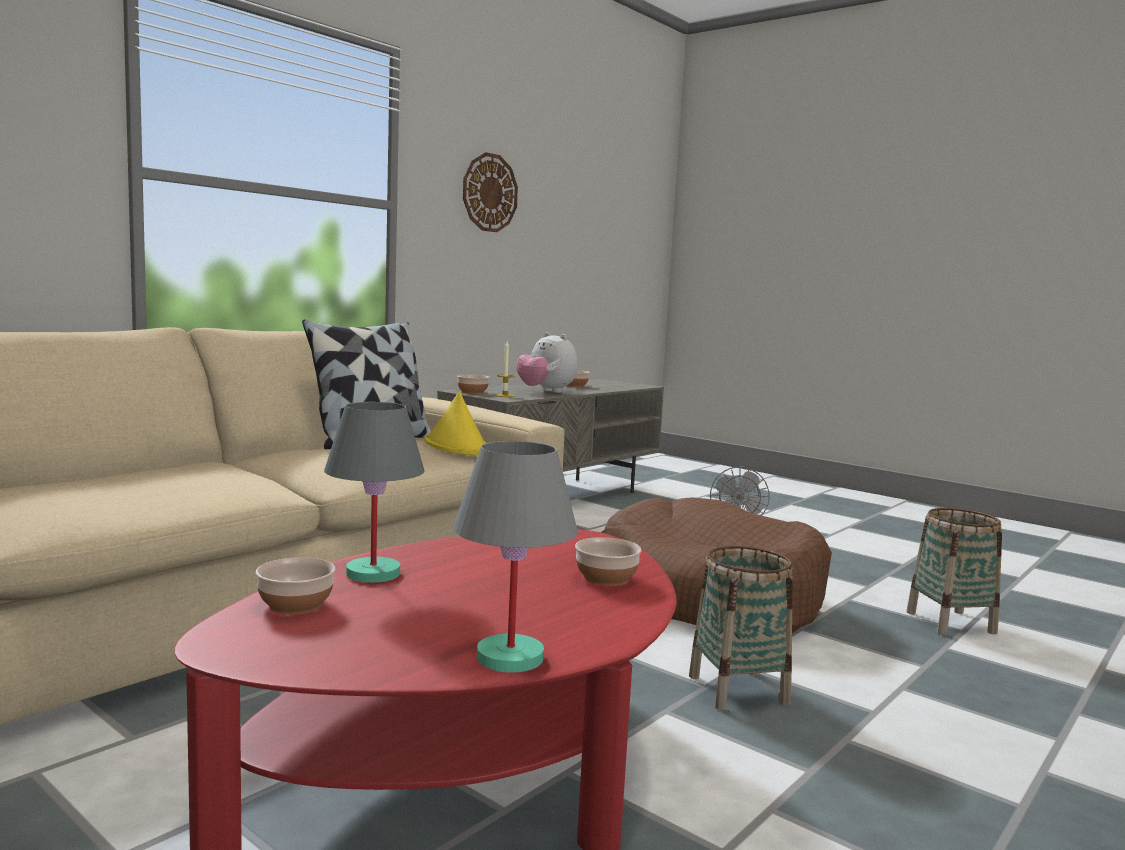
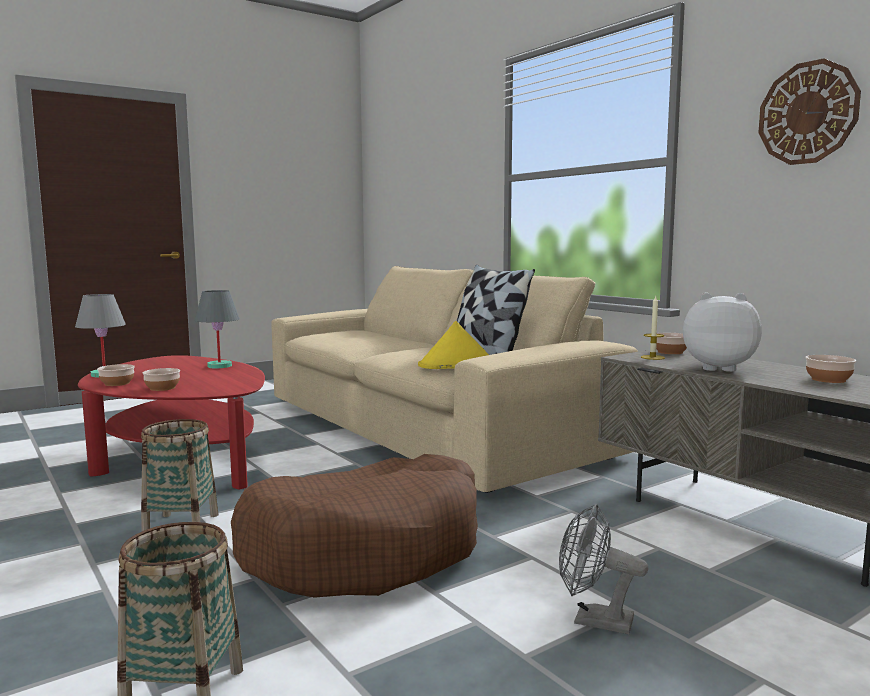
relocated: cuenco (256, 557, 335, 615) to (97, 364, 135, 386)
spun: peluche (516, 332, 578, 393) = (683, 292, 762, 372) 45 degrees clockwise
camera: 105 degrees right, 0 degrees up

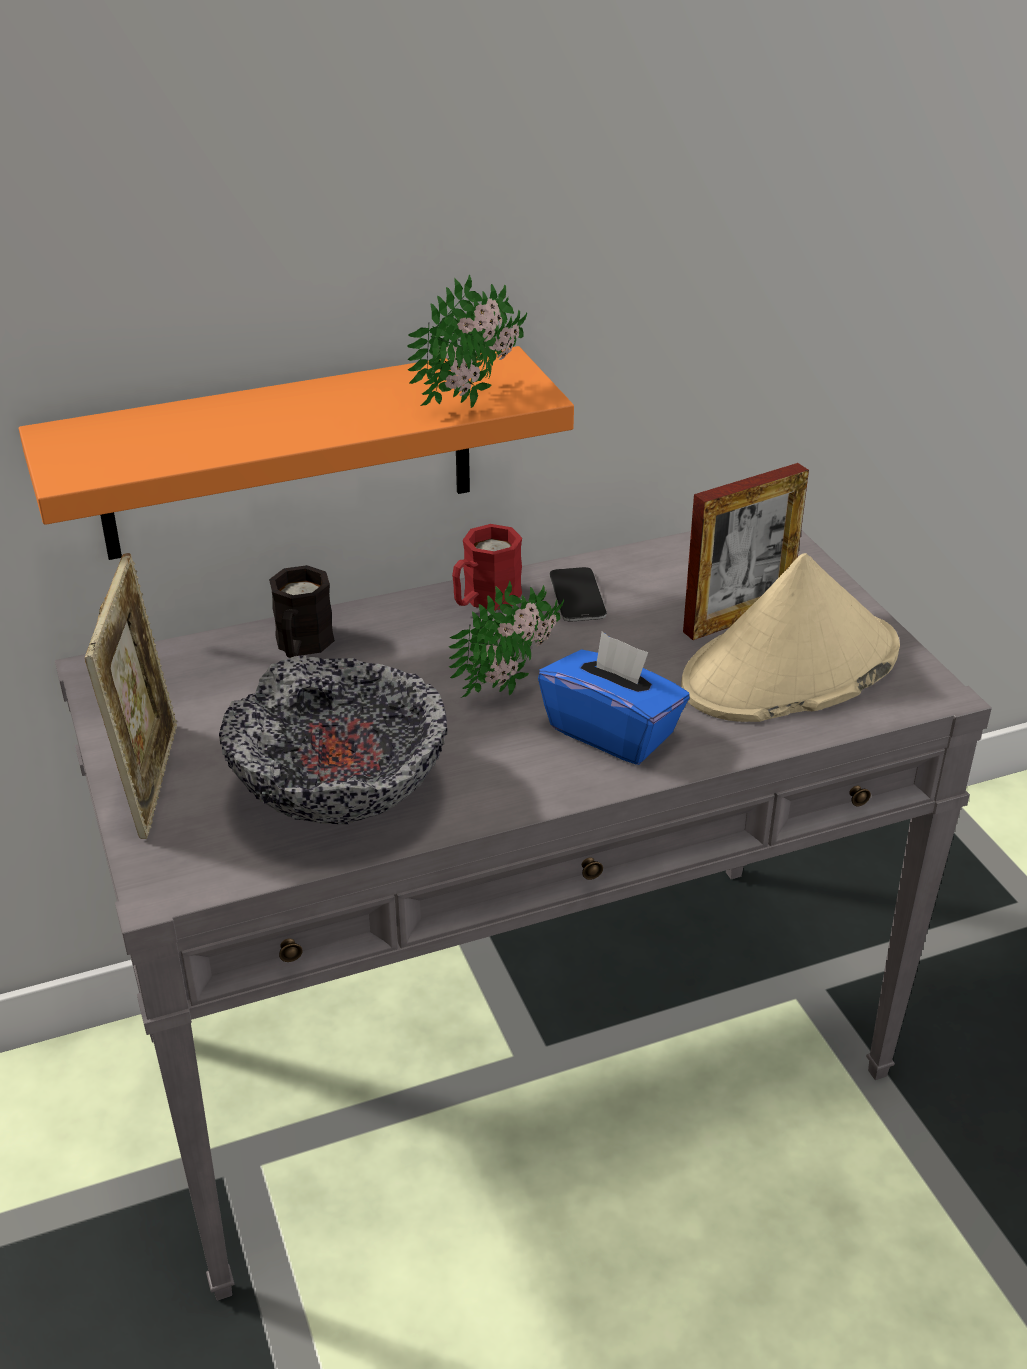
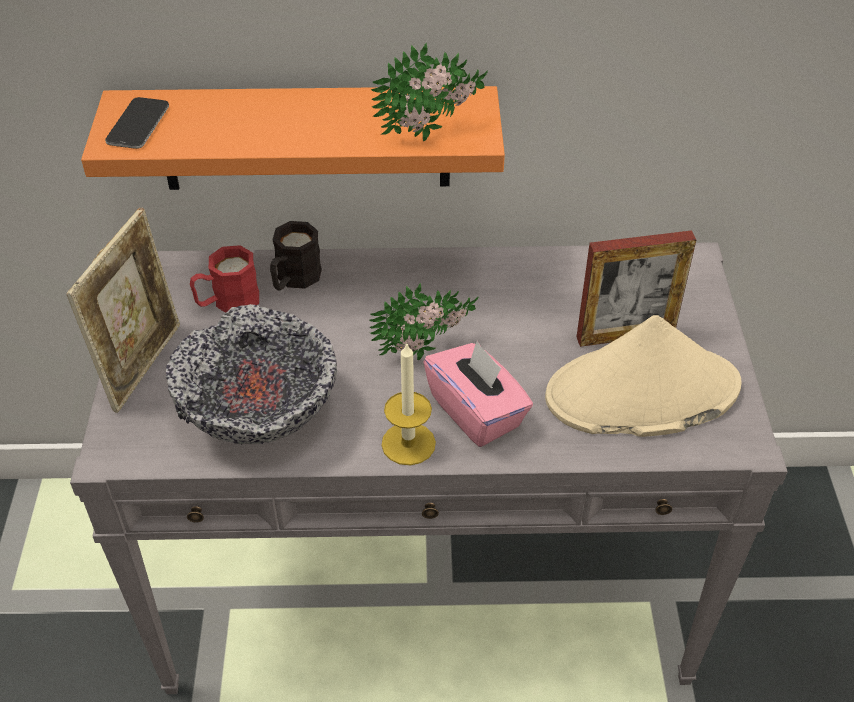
appeared: vela (381, 342, 436, 465)
relocated: taza grande (rojo) (452, 524, 522, 611) to (190, 245, 259, 313); móvil (549, 567, 607, 622) to (105, 97, 169, 149)
colour: caja de pañuelos (azul) (538, 632, 690, 765) to caja de pañuelos (rosa) (424, 341, 533, 447)
camera: 20 degrees right, 10 degrees up

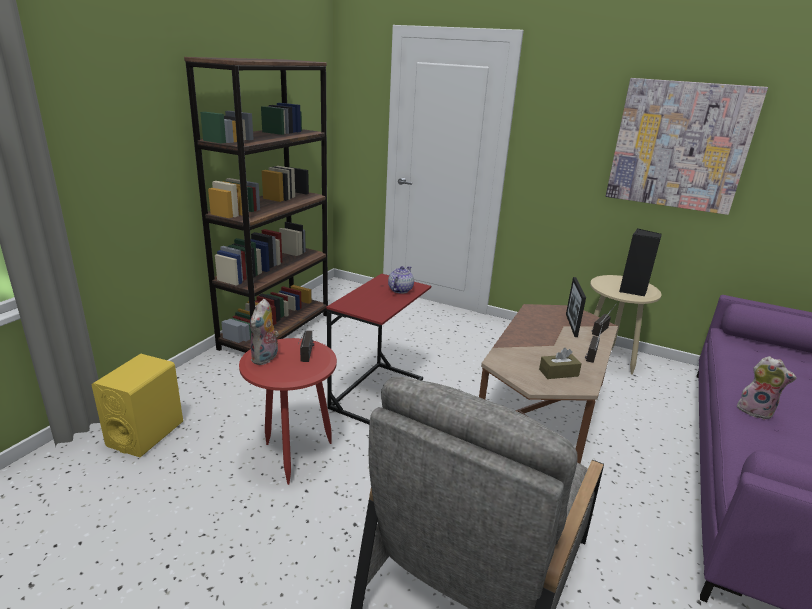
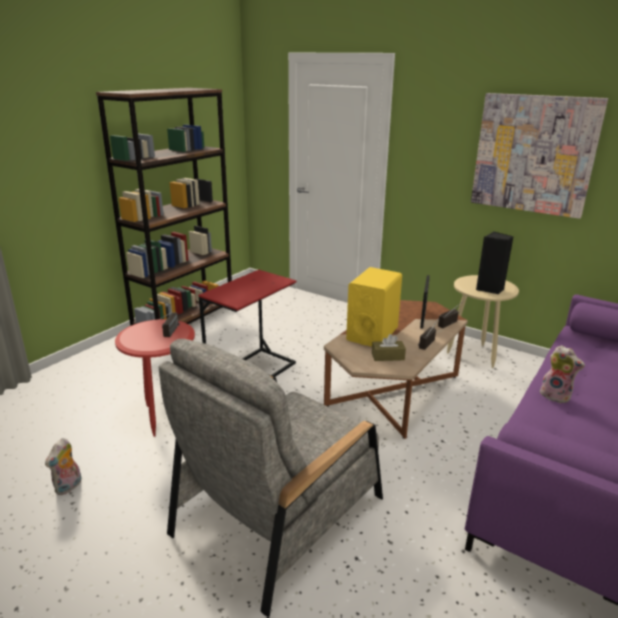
missing: tetera (388, 266, 414, 294)
relocated: altavoz (amarillo) (92, 354, 183, 457) to (346, 267, 402, 347); peluche (250, 299, 279, 365) to (45, 438, 82, 495)
camera: 10 degrees right, 0 degrees up

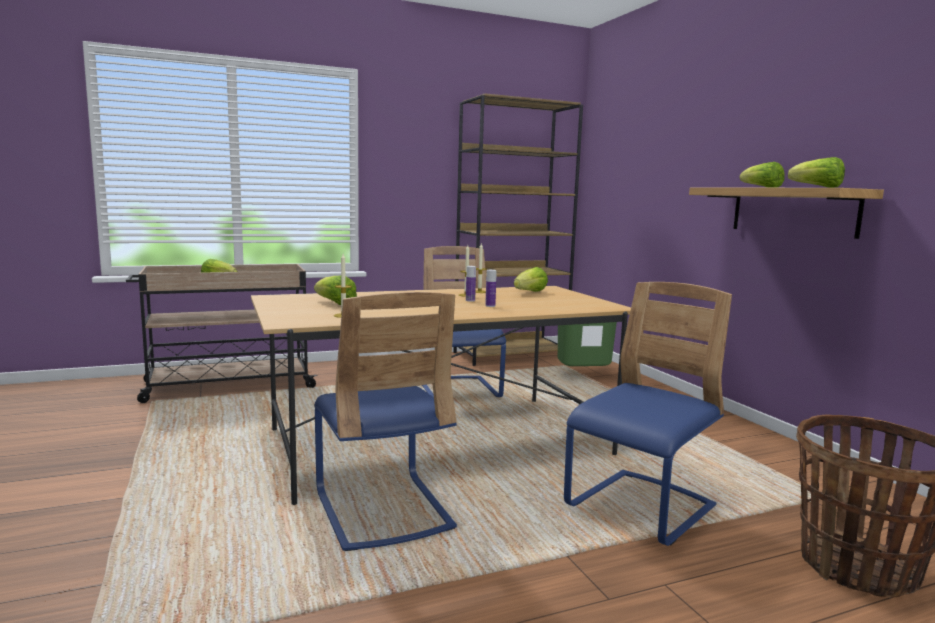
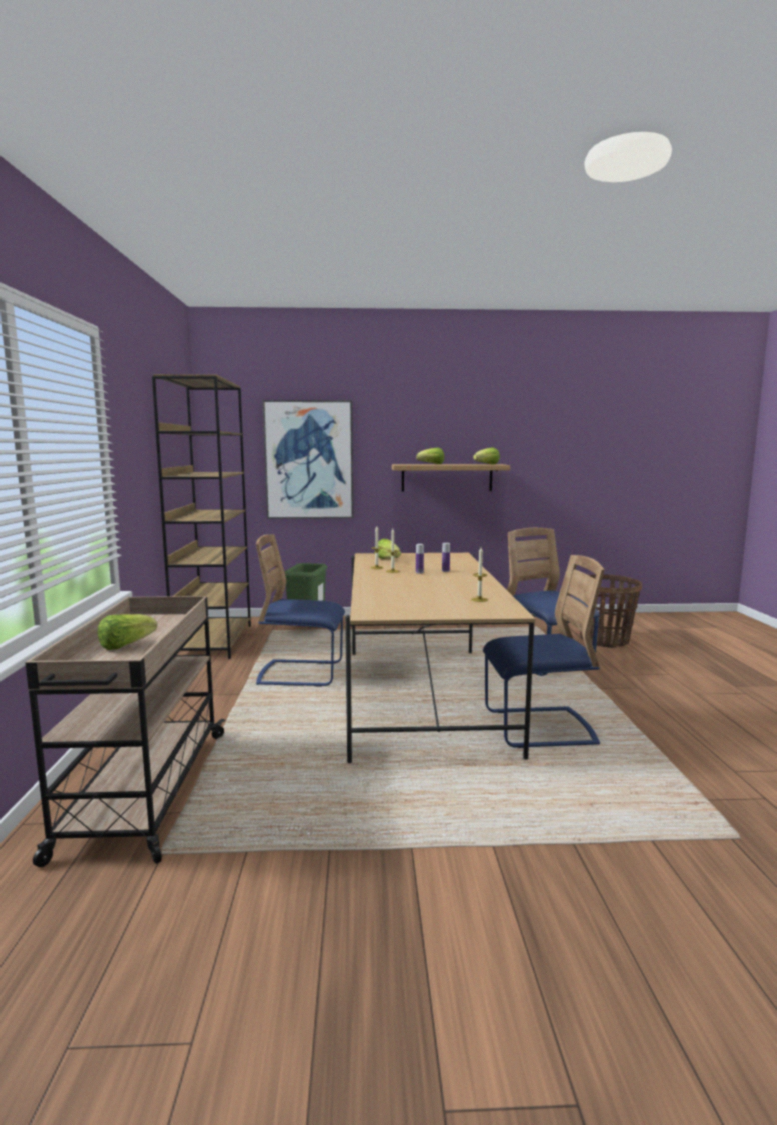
missing: lechuga (314, 275, 357, 305)
appeared: cuadro (263, 400, 353, 519)
camera: 70 degrees left, 0 degrees up

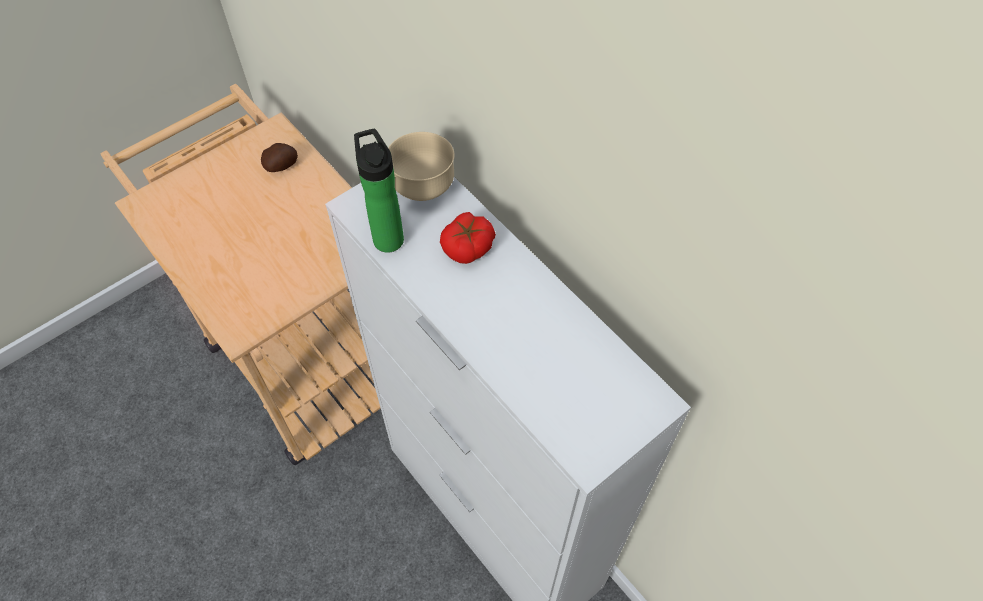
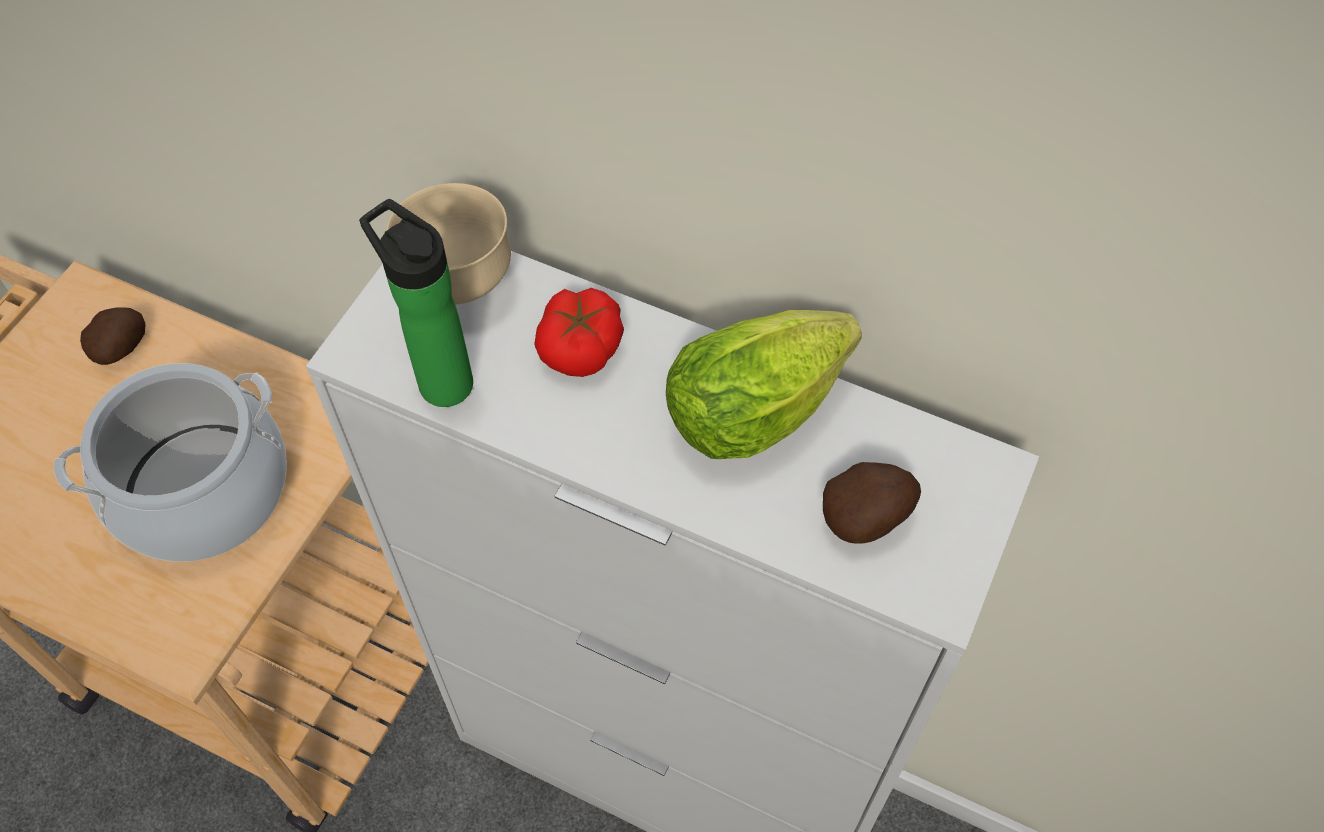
appeared: olla (53, 363, 287, 562); lechuga (666, 310, 862, 459); patata (823, 462, 921, 544)
camera: 25 degrees left, 0 degrees up

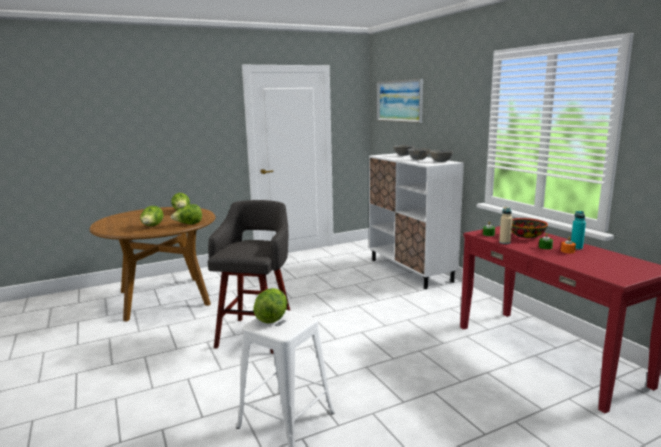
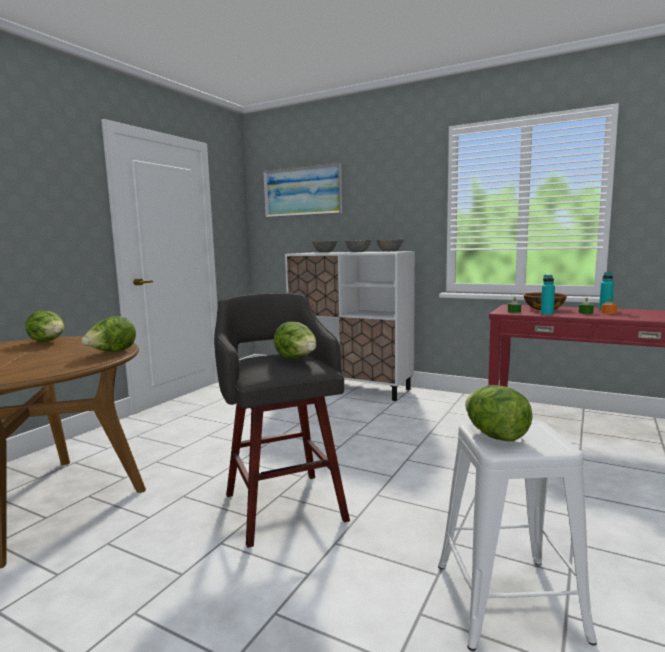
relocated: lechuga (140, 206, 163, 226) to (274, 322, 316, 359)
colour: botella (beis) (499, 206, 512, 244) to botella (turquesa) (541, 275, 555, 315)
camera: 35 degrees left, 5 degrees down

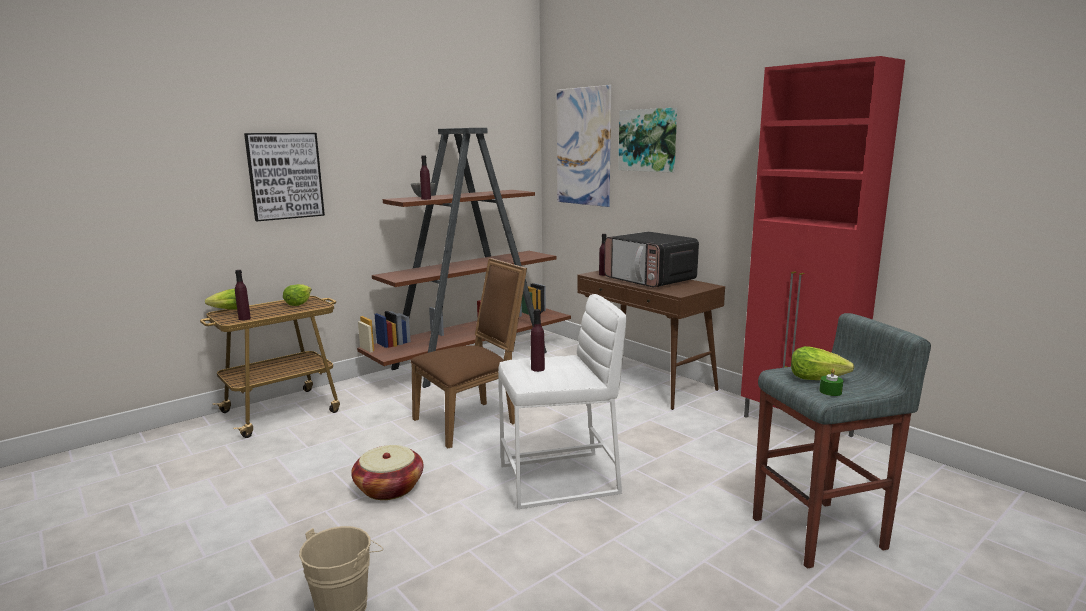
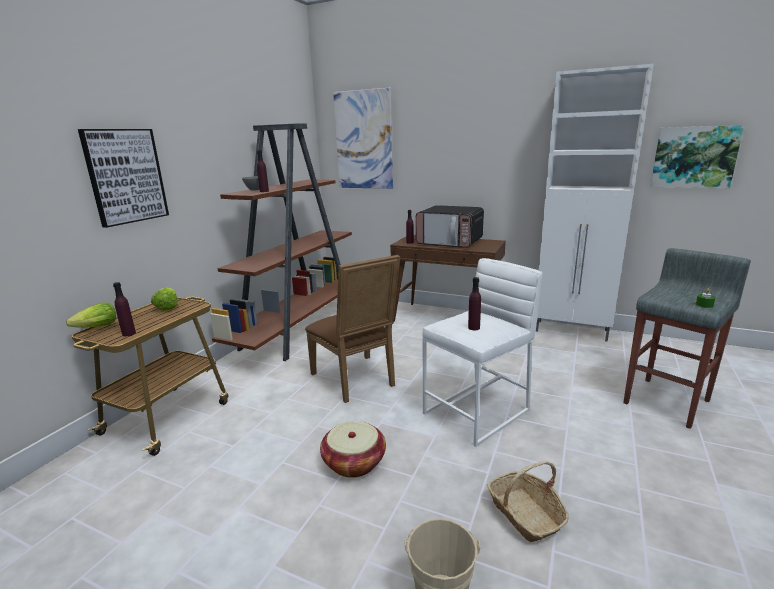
missing: lechuga (791, 346, 854, 380)
appeared: cesta (487, 461, 568, 542)
relocated: cuadro (618, 108, 677, 173) to (650, 125, 744, 188)
colour: armario (rojo) (741, 56, 905, 437) to armario (blanco) (536, 64, 654, 342)
spun: silla (marrón) (411, 258, 527, 448) = (305, 255, 400, 403) 120 degrees clockwise
camera: 25 degrees left, 5 degrees up

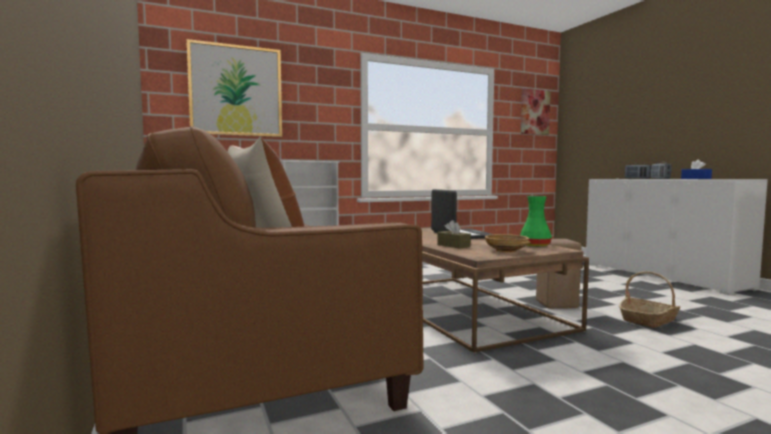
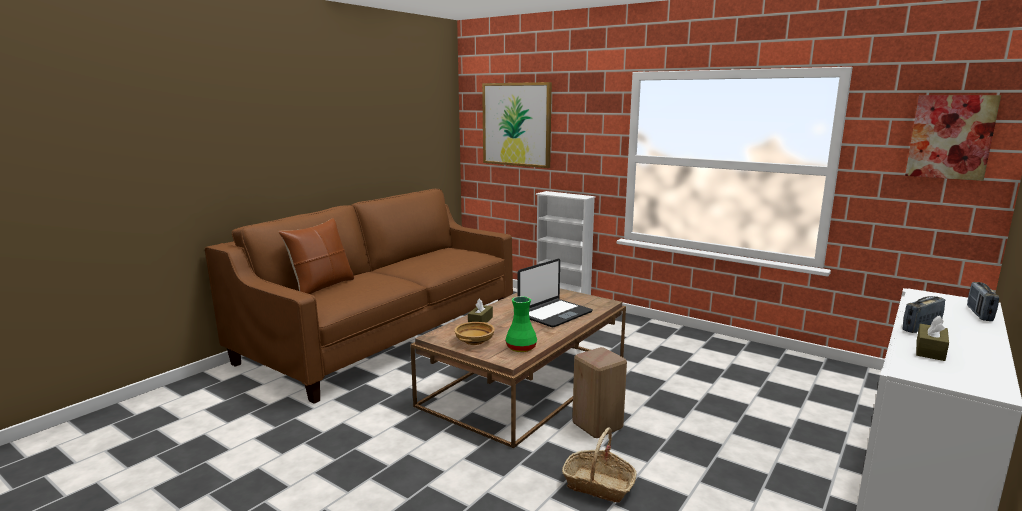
colour: caja de pañuelos (azul) (681, 160, 712, 179) to caja de pañuelos (marrón) (916, 315, 949, 361)
camera: 60 degrees right, 10 degrees up

